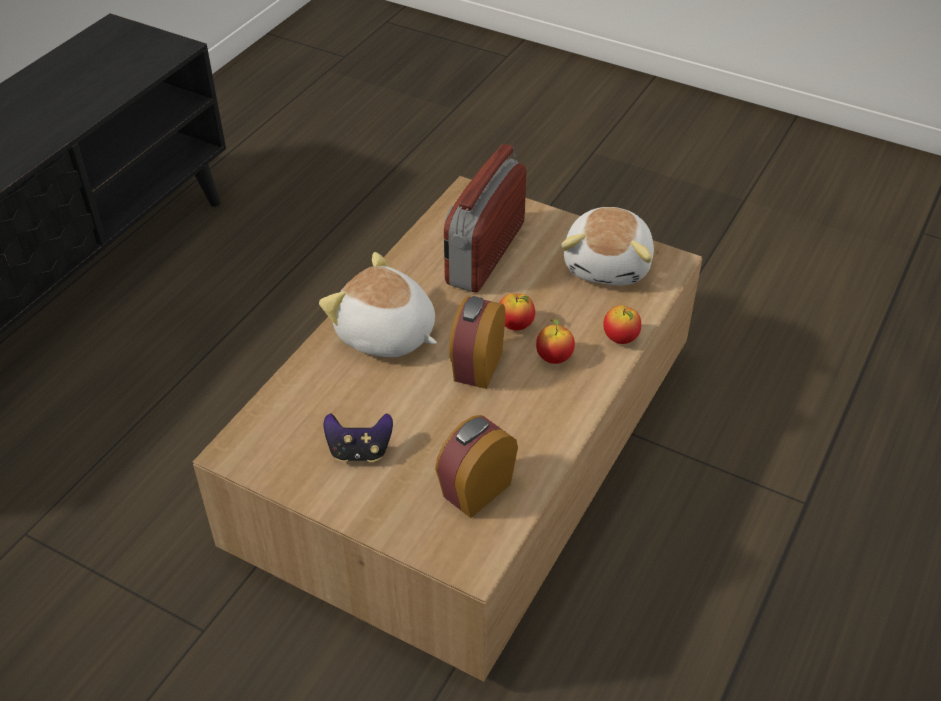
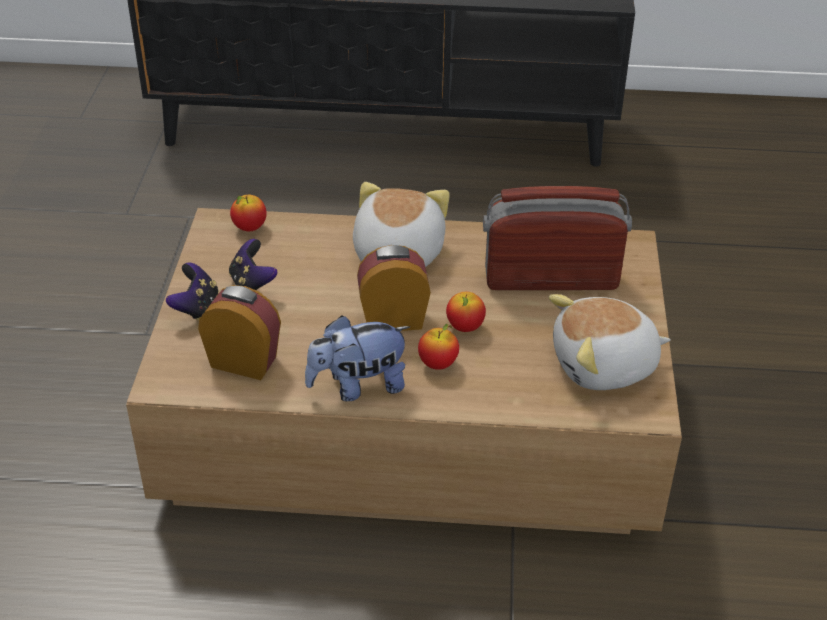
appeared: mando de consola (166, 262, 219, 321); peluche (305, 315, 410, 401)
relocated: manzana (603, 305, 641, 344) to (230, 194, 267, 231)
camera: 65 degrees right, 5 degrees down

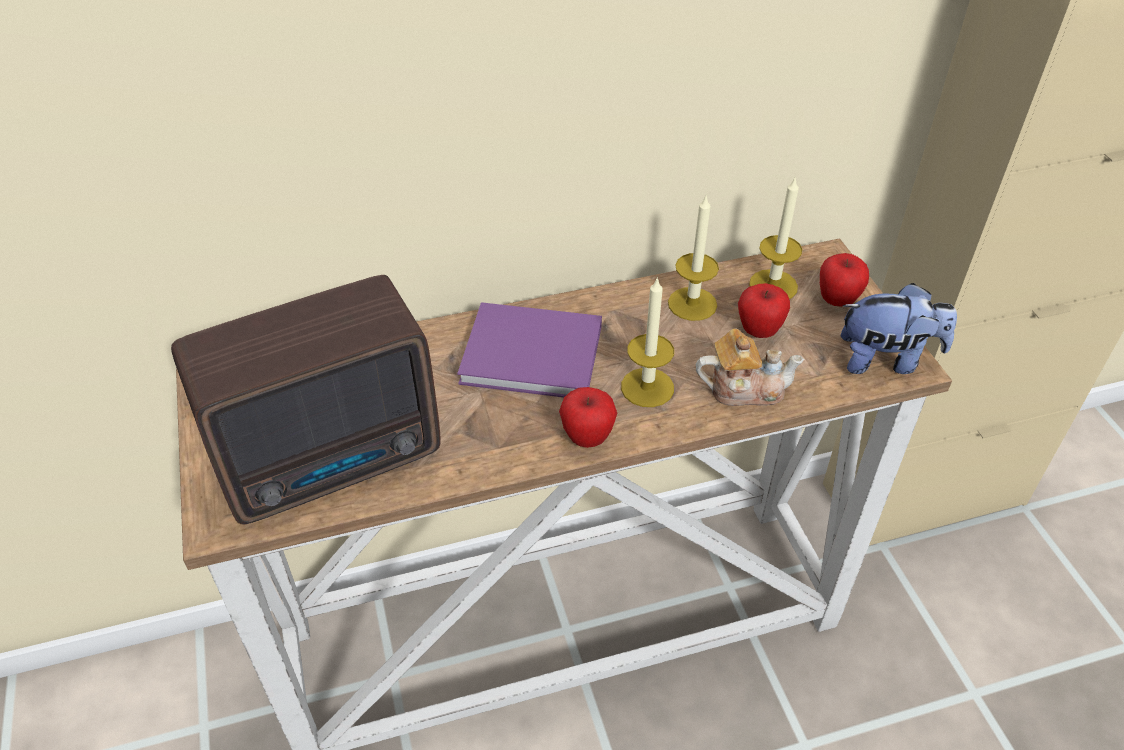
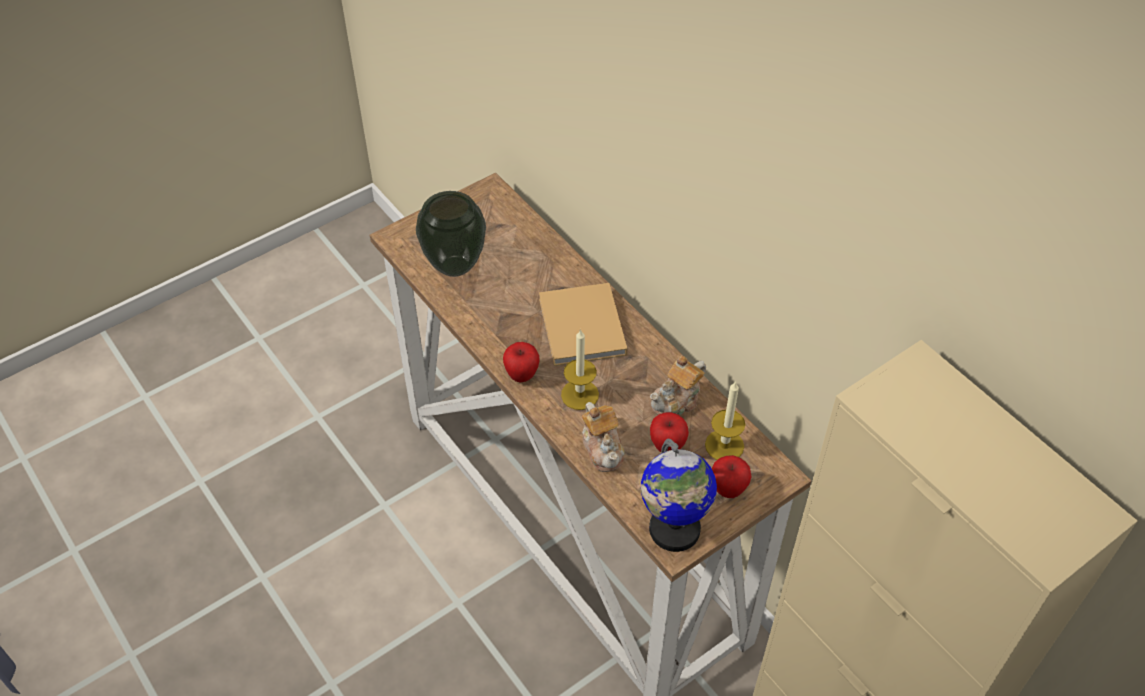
exchanged: radio (171, 275, 440, 525) to florero (416, 191, 486, 277); vela (668, 194, 719, 321) to tetera (650, 356, 706, 415); peluche (841, 283, 957, 374) to globo terráqueo (641, 439, 717, 552)
colour: libro (morado) (457, 302, 602, 397) to libro (beis) (539, 283, 627, 366)
camera: 70 degrees right, 5 degrees up

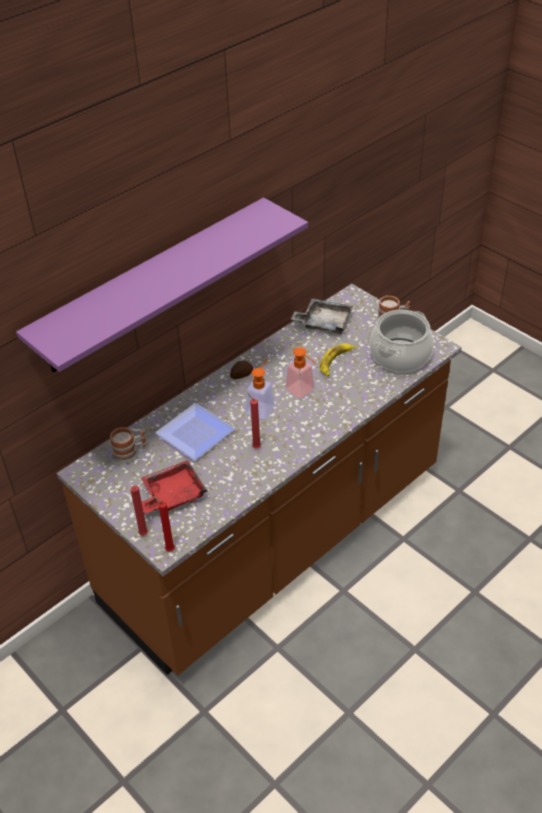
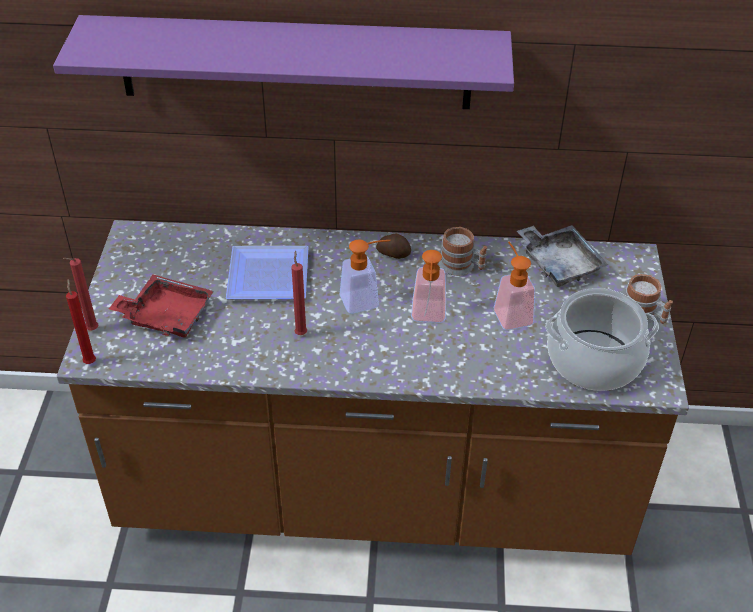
relocated: taza grande (110, 427, 147, 464) to (439, 227, 487, 276)
exchanged: plátano (320, 343, 358, 376) to dispensador de jabón (493, 242, 535, 330)
camera: 45 degrees right, 0 degrees up

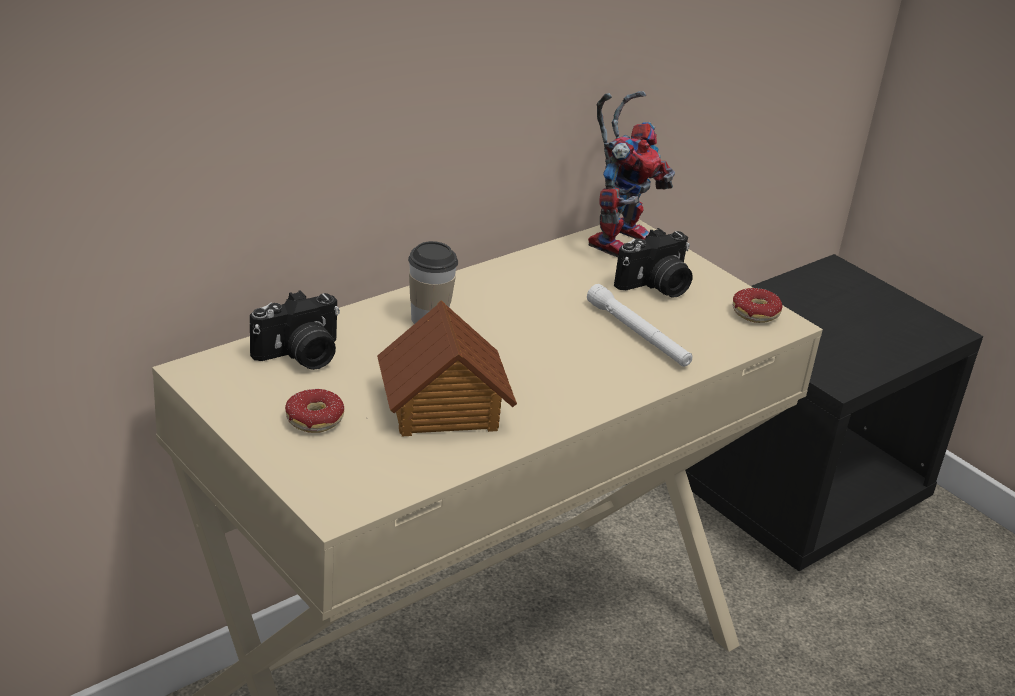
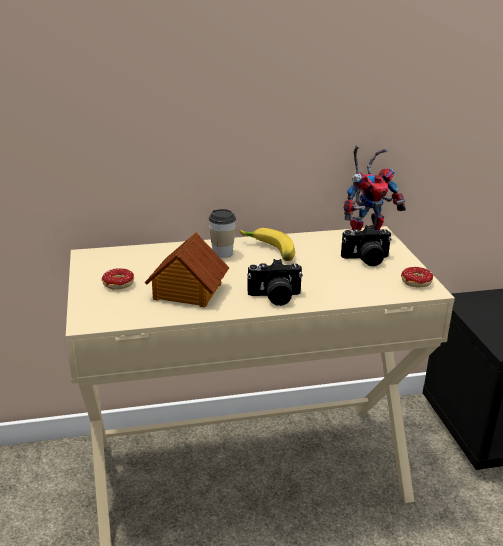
missing: linterna (blanco) (587, 284, 693, 367)
appeared: plátano (239, 228, 295, 261)
relocated: cámara (250, 290, 340, 370) to (247, 259, 303, 306)
camera: 30 degrees right, 5 degrees down

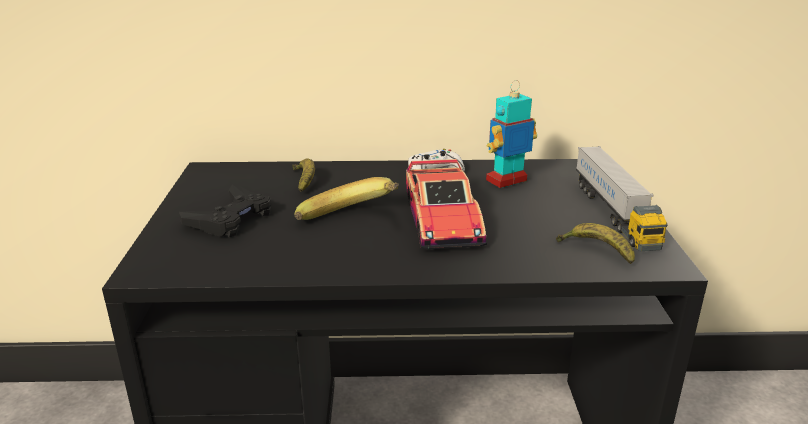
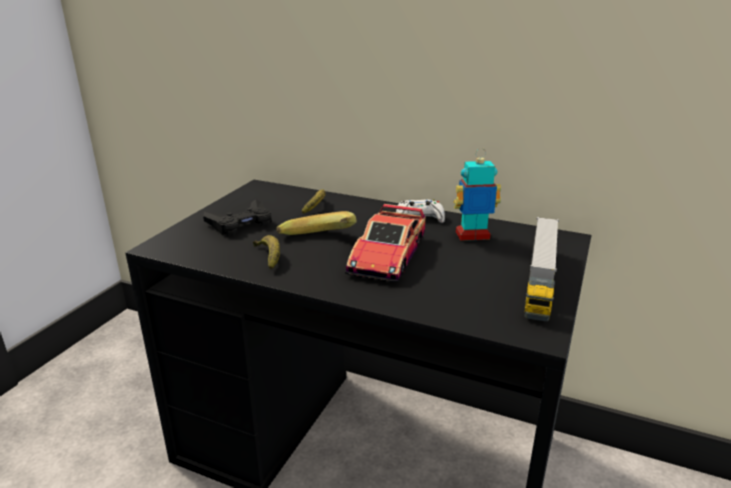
relocated: plátano (556, 223, 635, 264) to (253, 235, 280, 269)
camera: 25 degrees right, 0 degrees up

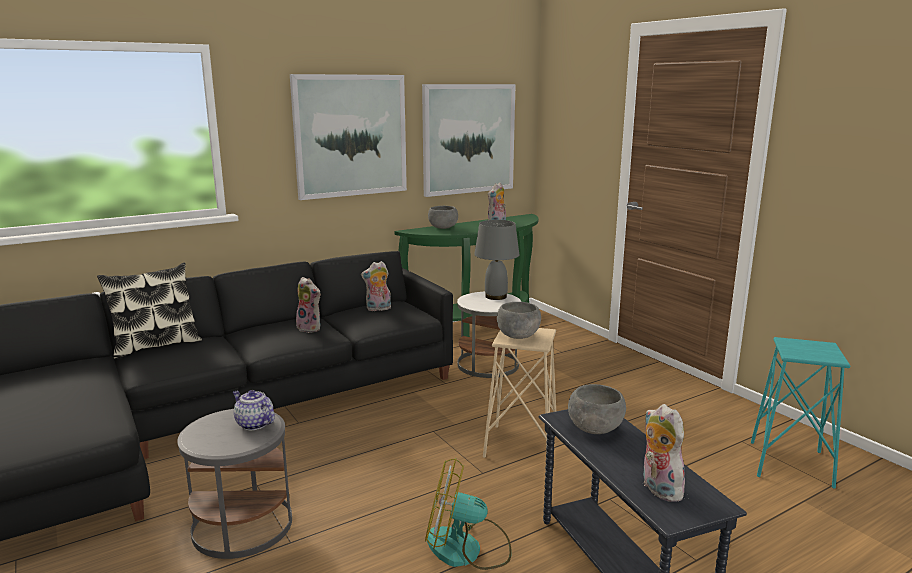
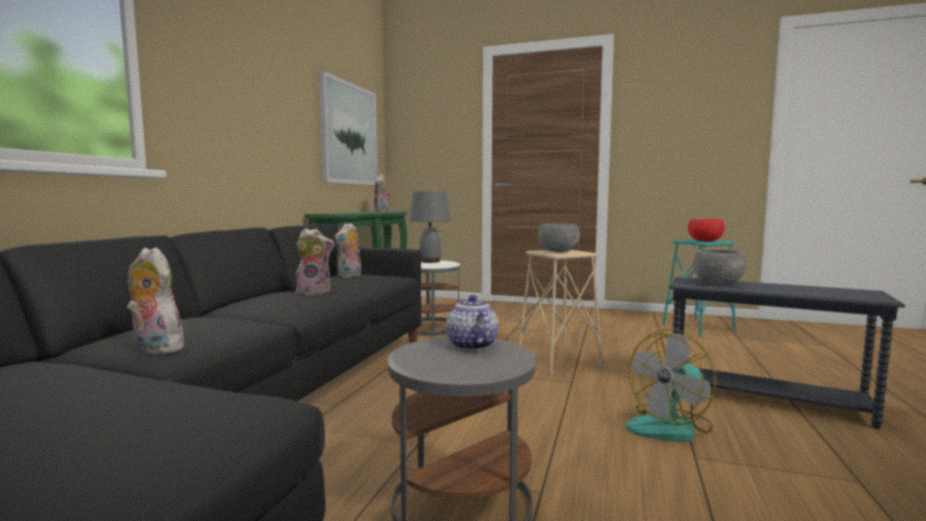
missing: cojín (97, 263, 202, 359); cuadro (290, 74, 407, 200); cuenco (gris) (428, 206, 458, 229)
appeared: cuenco (rojo) (688, 219, 725, 242)
relocated: peluche (642, 404, 689, 502) to (127, 248, 186, 354)
spun: tetera (233, 390, 275, 430) = (446, 295, 499, 350) 75 degrees clockwise
camera: 40 degrees left, 10 degrees down

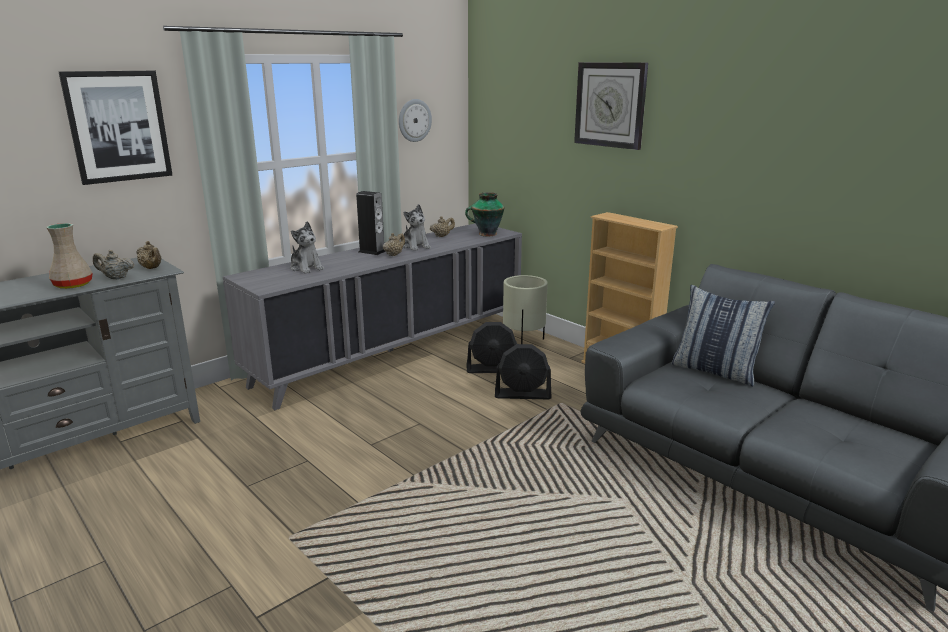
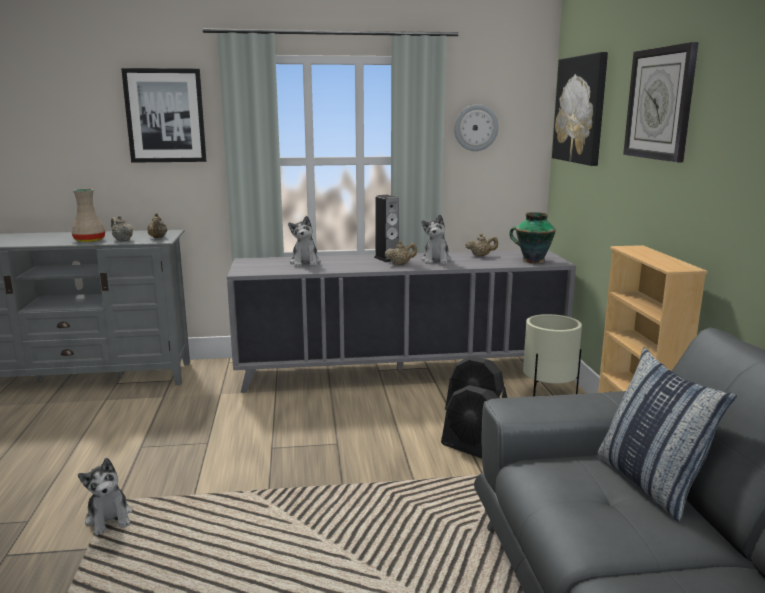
appeared: peluche (78, 458, 132, 535); cuadro (552, 52, 608, 166)
camera: 35 degrees right, 5 degrees down

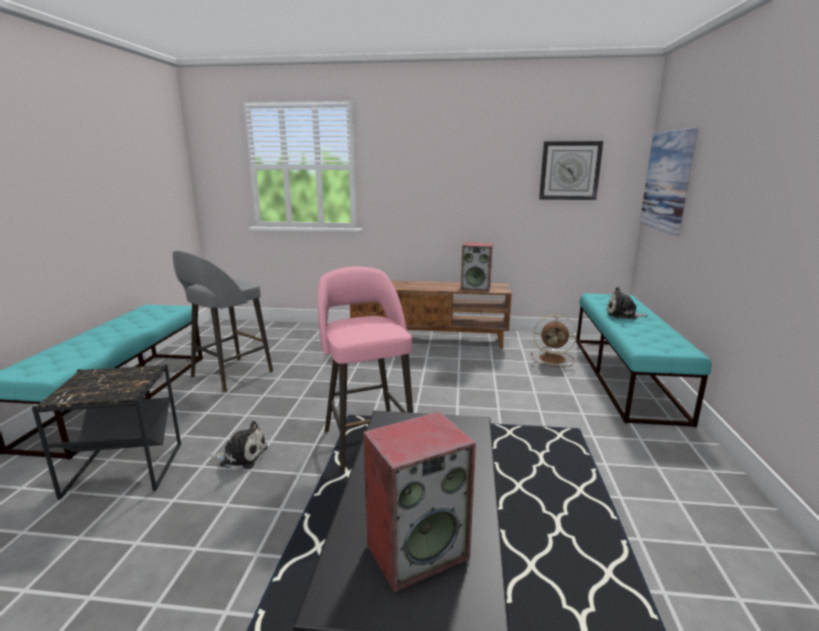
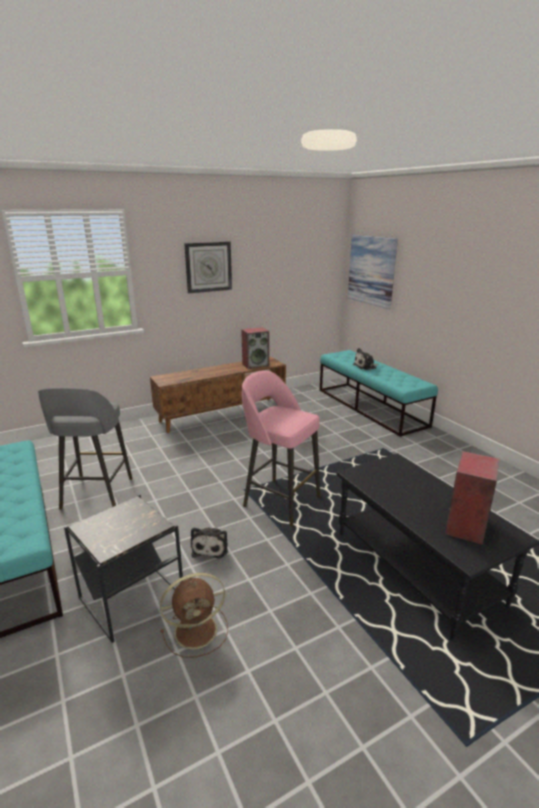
relocated: ventilador (marrón) (531, 315, 577, 367) to (160, 573, 228, 658); reloj de pared (539, 141, 603, 200) to (184, 241, 232, 293)
spun: peluche (210, 421, 268, 470) = (191, 527, 228, 559) 120 degrees clockwise
camera: 35 degrees left, 5 degrees up

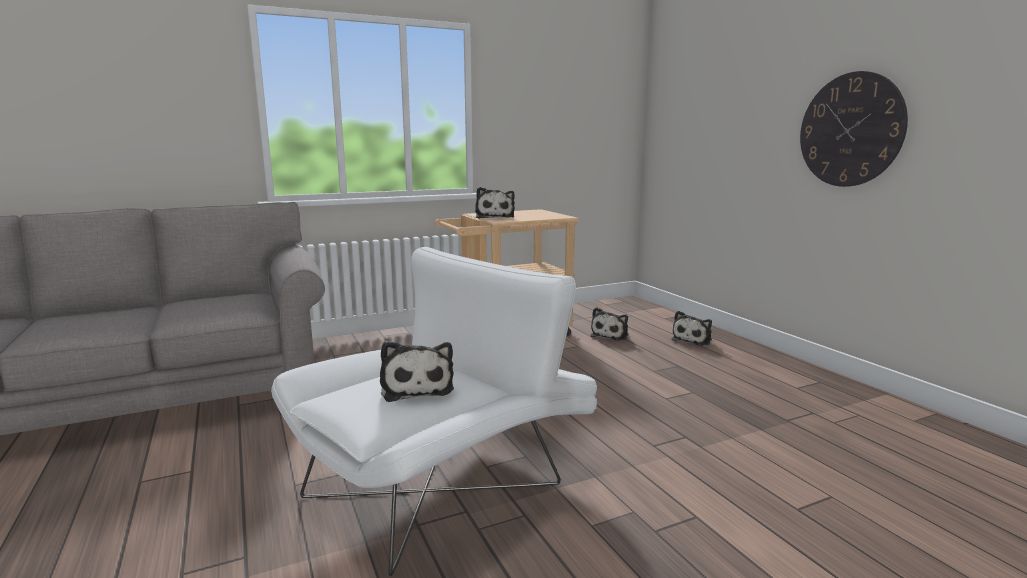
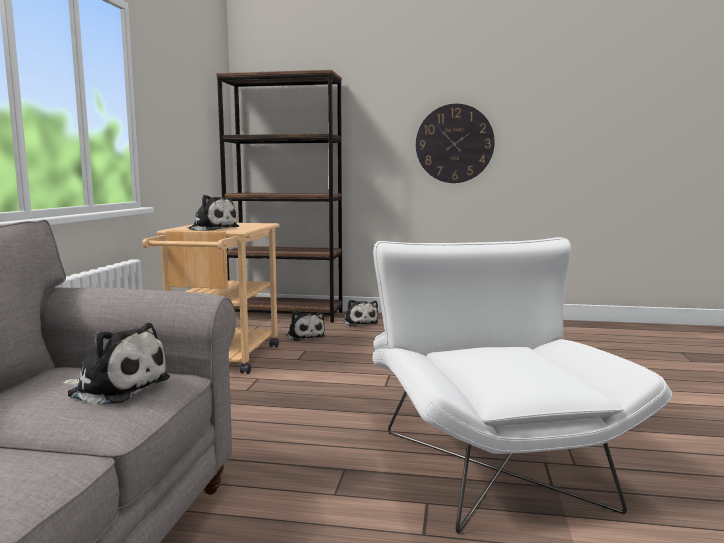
appeared: estantería (marrón) (216, 70, 342, 322)
relocated: peluche (380, 341, 454, 402) to (61, 323, 170, 405)
camera: 55 degrees left, 5 degrees down

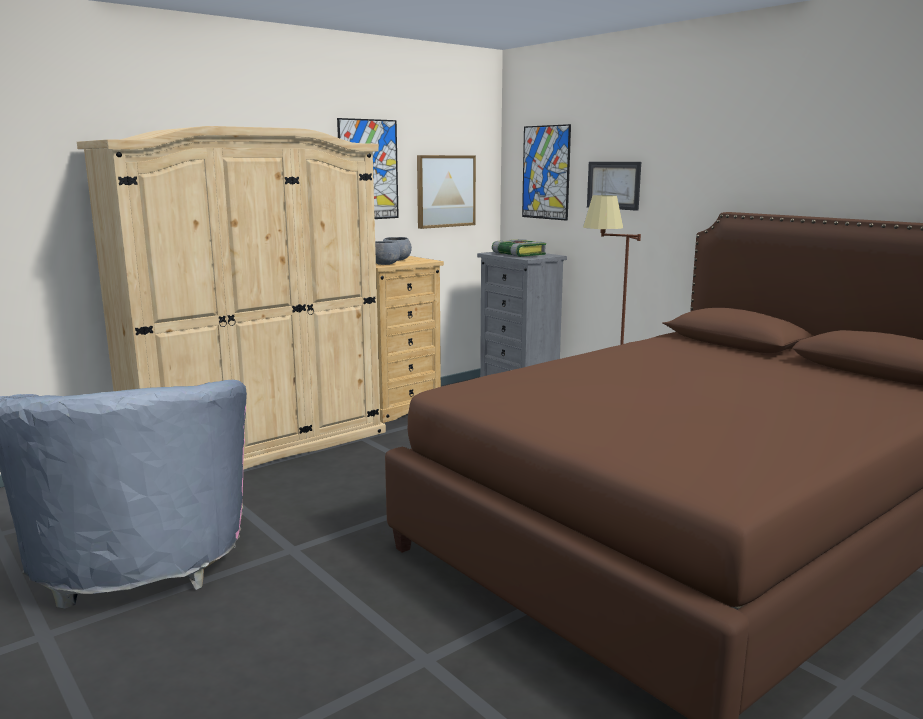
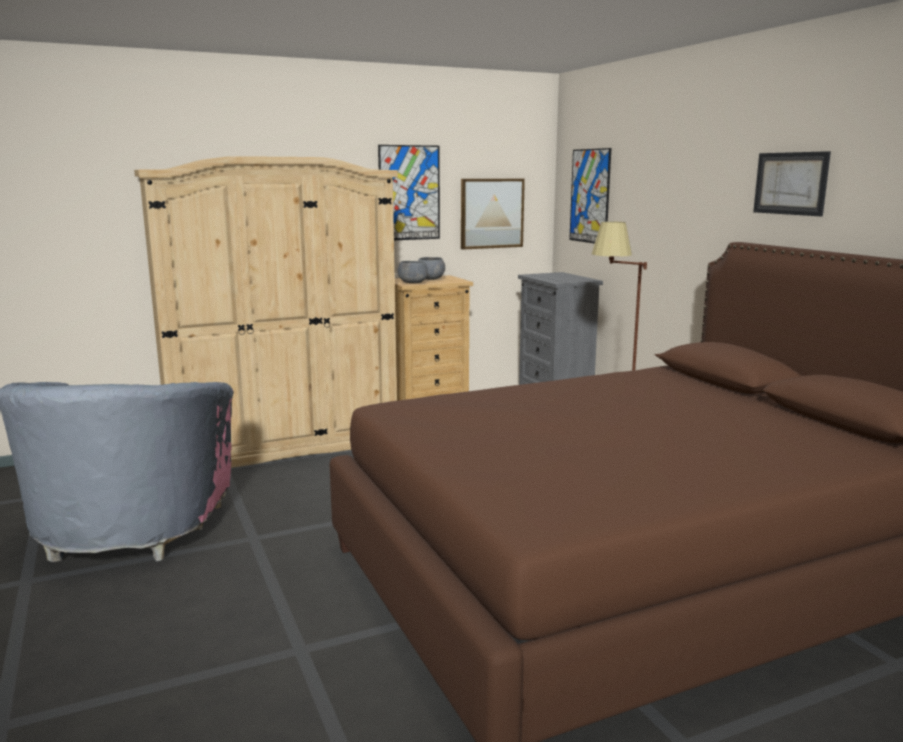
missing: libro (492, 239, 546, 257)
relocated: cuadro (587, 162, 641, 211) to (753, 151, 831, 216)
camera: 15 degrees right, 0 degrees up

